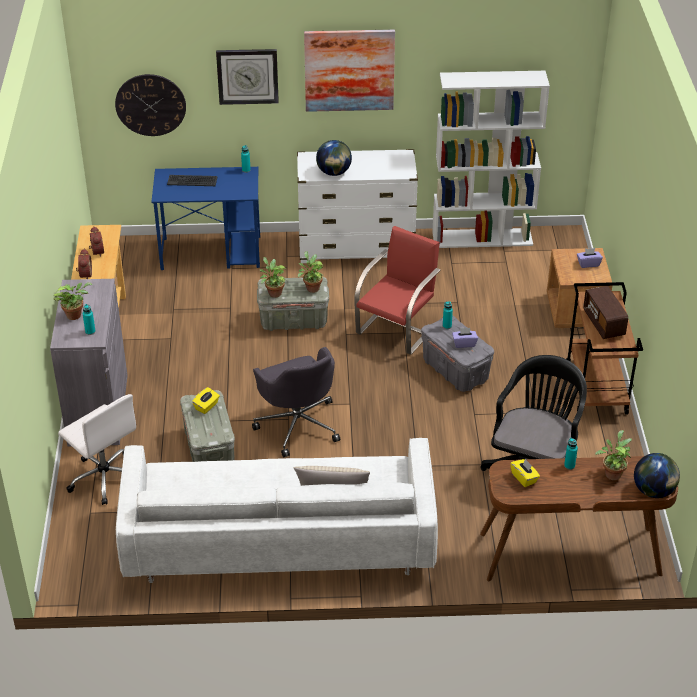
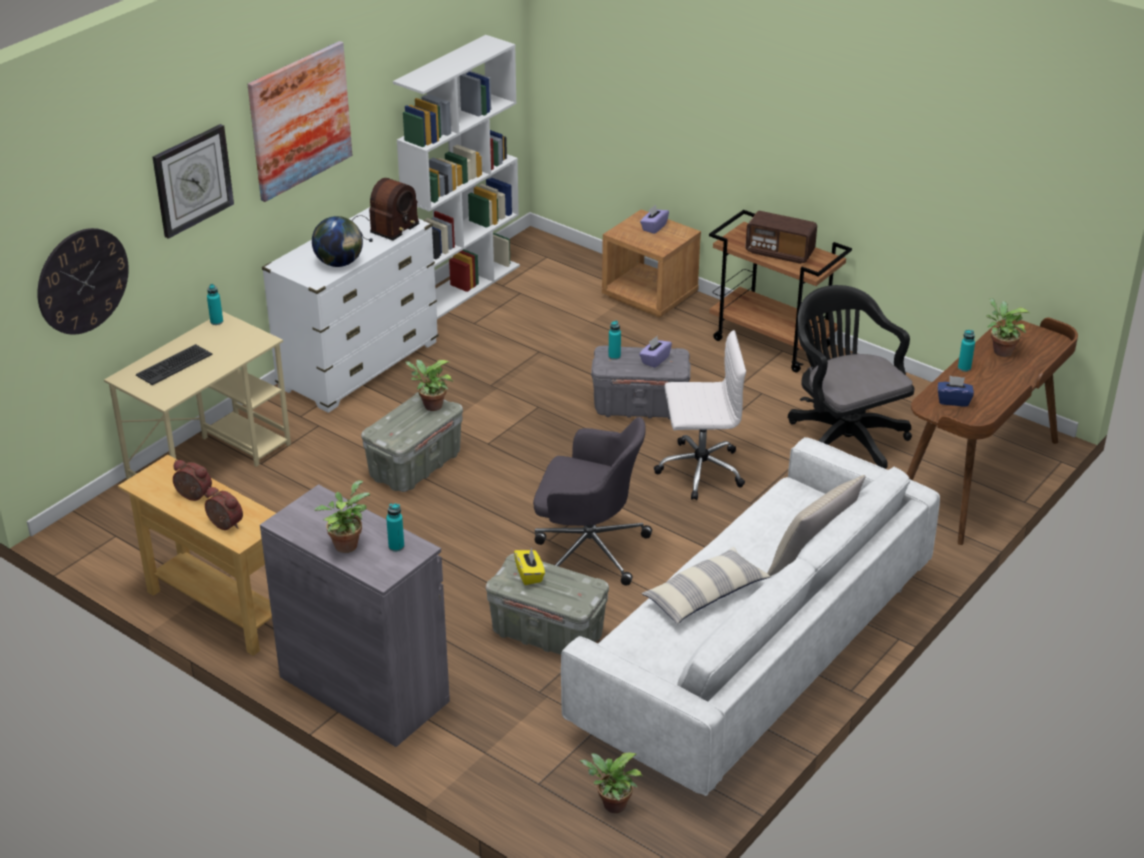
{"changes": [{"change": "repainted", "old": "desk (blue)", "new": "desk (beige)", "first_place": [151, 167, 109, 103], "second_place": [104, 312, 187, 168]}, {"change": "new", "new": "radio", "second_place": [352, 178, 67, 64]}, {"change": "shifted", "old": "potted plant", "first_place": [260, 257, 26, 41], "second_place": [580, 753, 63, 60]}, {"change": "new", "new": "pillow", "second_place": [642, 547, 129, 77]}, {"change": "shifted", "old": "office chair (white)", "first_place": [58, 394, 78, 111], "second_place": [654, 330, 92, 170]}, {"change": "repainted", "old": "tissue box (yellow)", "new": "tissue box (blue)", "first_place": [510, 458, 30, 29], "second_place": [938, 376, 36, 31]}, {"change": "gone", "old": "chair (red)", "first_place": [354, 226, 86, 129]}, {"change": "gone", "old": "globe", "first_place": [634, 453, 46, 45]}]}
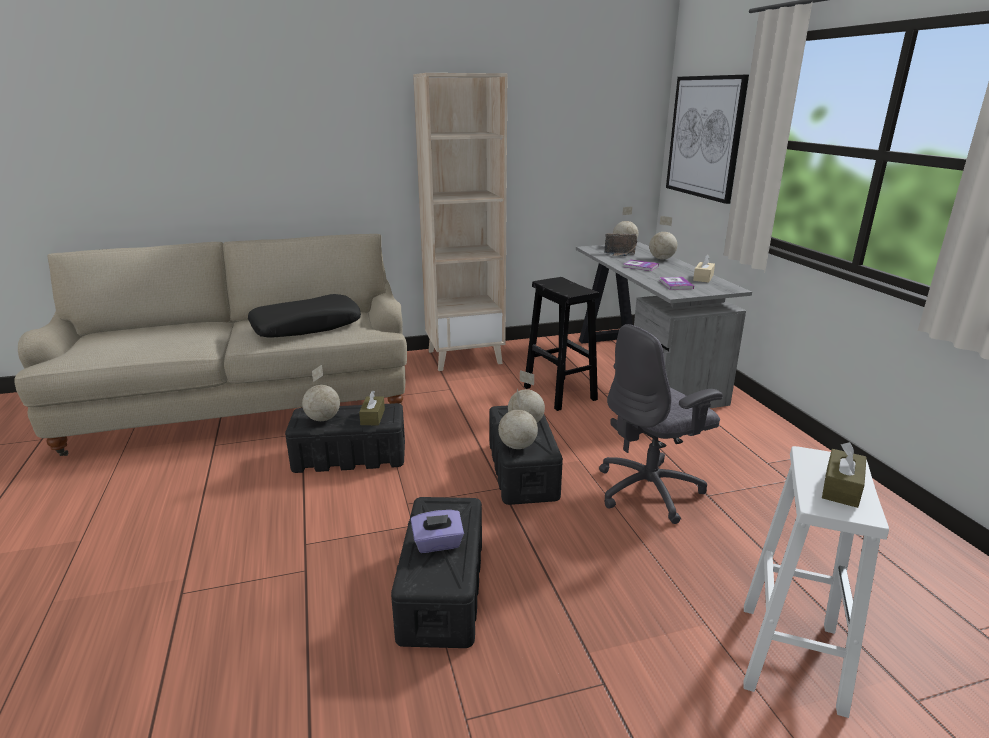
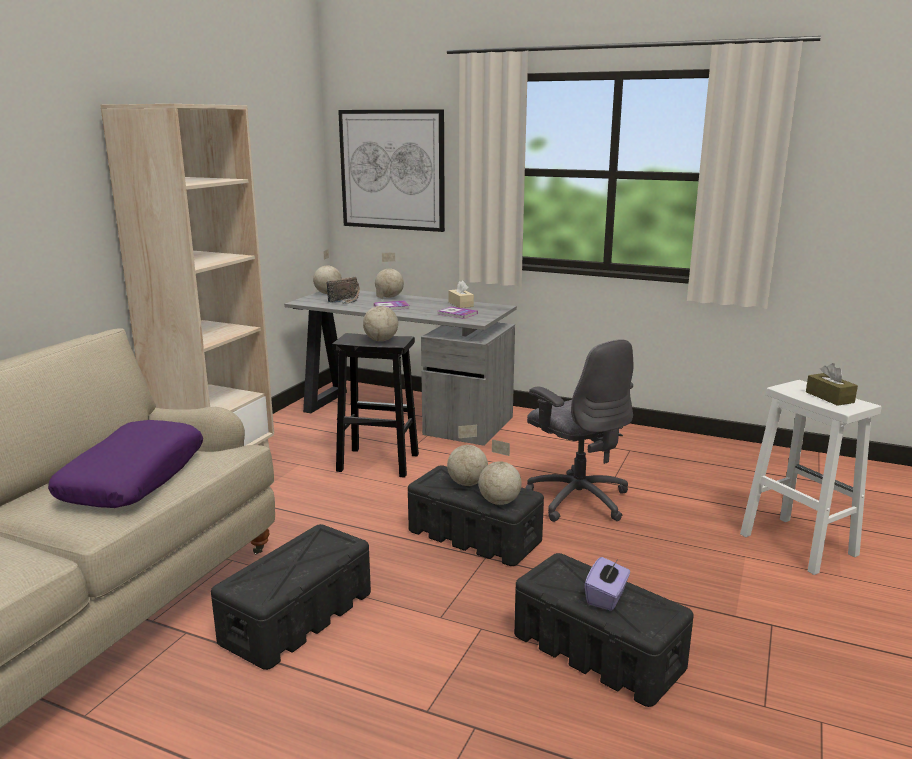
{"changes": [{"change": "repainted", "old": "pillow (black)", "new": "pillow (purple)", "first_place": [248, 294, 113, 44], "second_place": [48, 420, 155, 88]}, {"change": "shifted", "old": "globe", "first_place": [302, 365, 38, 56], "second_place": [363, 286, 35, 55]}, {"change": "rotated", "old": "office chair (grey)", "first_place": [599, 324, 124, 200], "second_place": [525, 339, 108, 183], "degrees": -45}, {"change": "gone", "old": "tissue box (brown)", "first_place": [359, 391, 26, 34]}]}
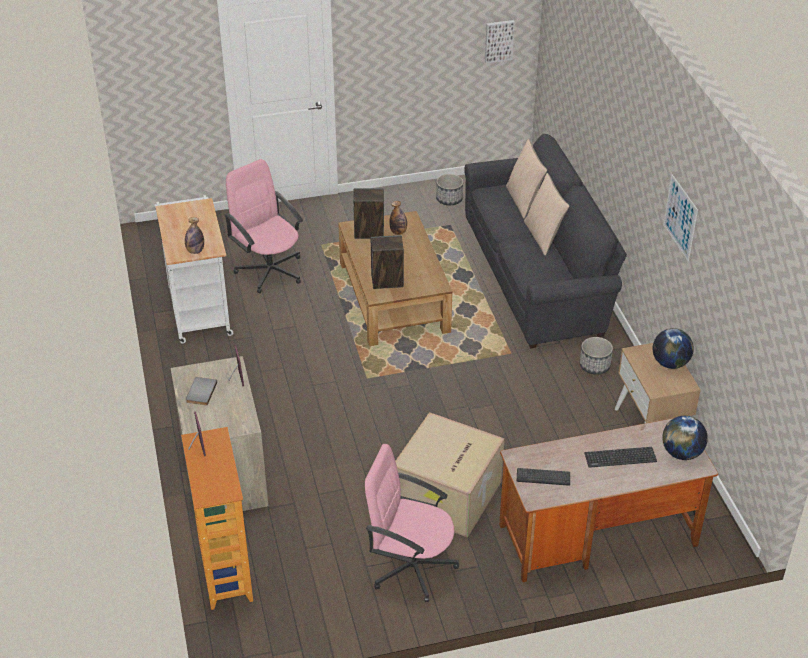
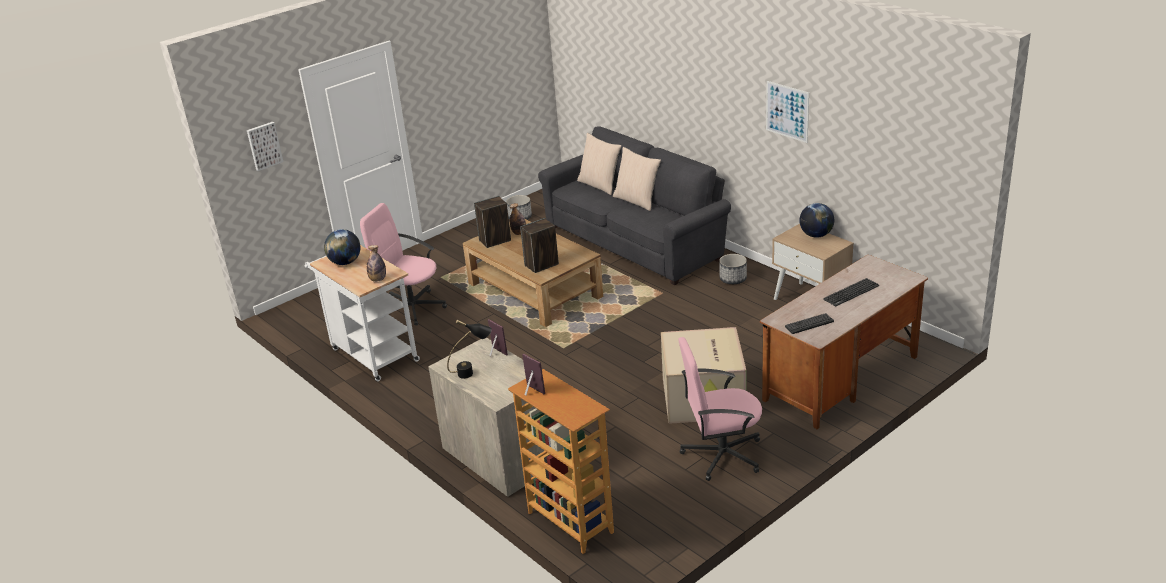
{"changes": [{"change": "shifted", "old": "picture", "first_place": [485, 20, 30, 43], "second_place": [247, 122, 36, 49]}, {"change": "shifted", "old": "globe", "first_place": [662, 416, 46, 44], "second_place": [324, 229, 37, 36]}, {"change": "swapped", "old": "book (grey)", "new": "table lamp (black)", "first_place": [186, 377, 31, 29], "second_place": [447, 320, 45, 59]}]}
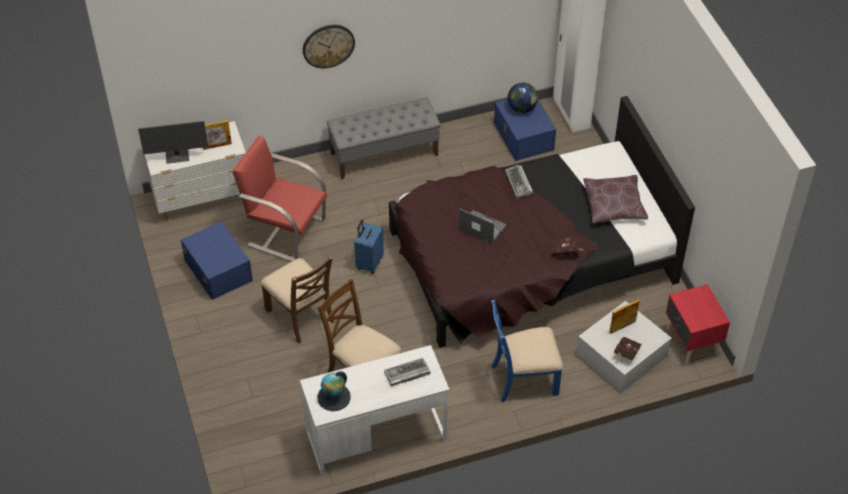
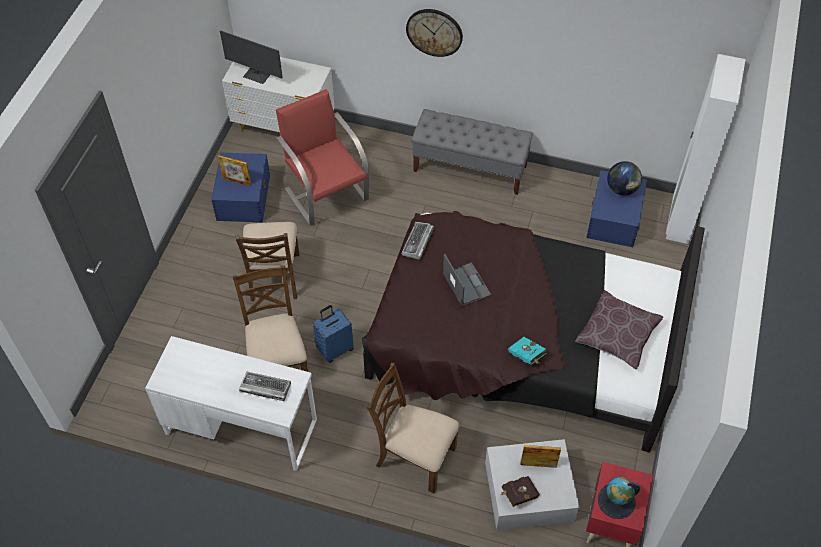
{"changes": [{"change": "shifted", "old": "picture frame", "first_place": [203, 120, 29, 30], "second_place": [218, 155, 33, 31]}, {"change": "shifted", "old": "suitcase (blue)", "first_place": [354, 220, 30, 54], "second_place": [313, 305, 41, 58]}, {"change": "repainted", "old": "chair (blue)", "new": "chair (brown)", "first_place": [491, 299, 72, 103], "second_place": [367, 363, 93, 131]}, {"change": "shifted", "old": "keyboard", "first_place": [505, 165, 28, 33], "second_place": [401, 222, 33, 38]}, {"change": "repainted", "old": "book (red)", "new": "book (turquoise)", "first_place": [552, 237, 33, 19], "second_place": [508, 337, 39, 28]}, {"change": "shifted", "old": "globe", "first_place": [317, 371, 34, 40], "second_place": [598, 477, 42, 42]}]}
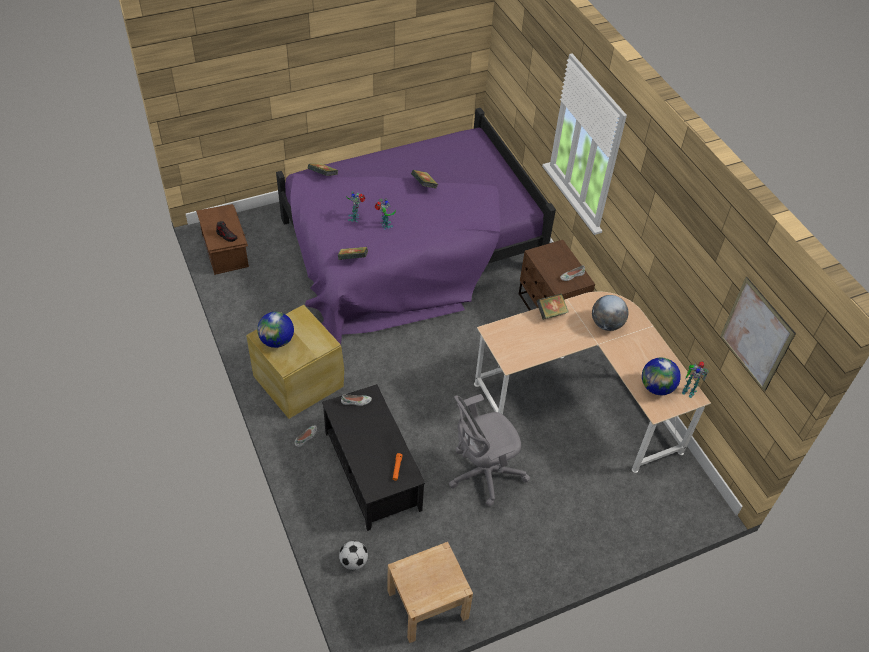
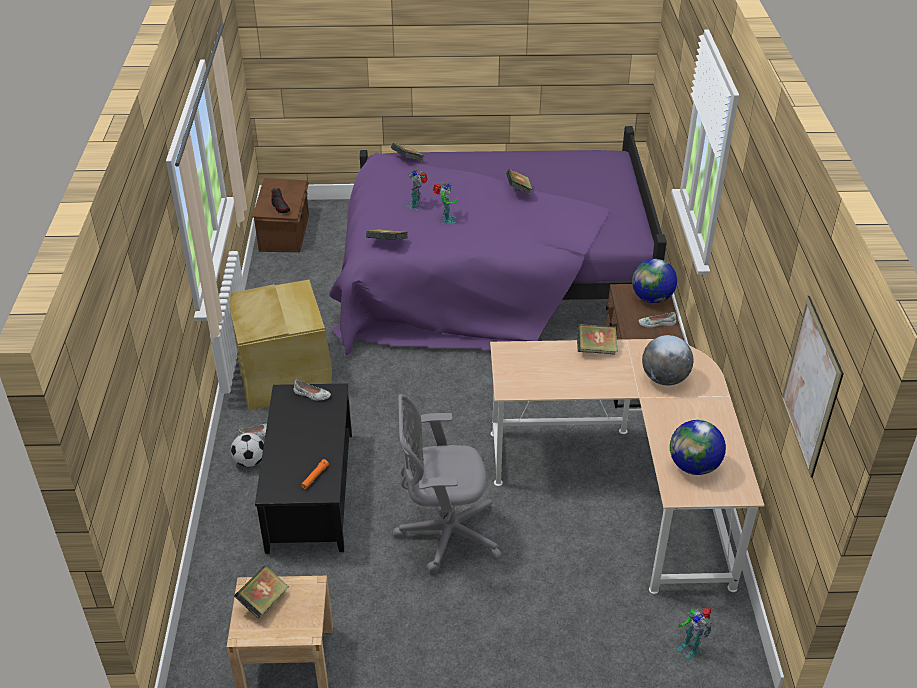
{"changes": [{"change": "shifted", "old": "football", "first_place": [339, 541, 29, 29], "second_place": [231, 433, 33, 34]}, {"change": "new", "new": "book", "second_place": [234, 565, 55, 54]}, {"change": "shifted", "old": "globe", "first_place": [257, 312, 37, 36], "second_place": [632, 259, 45, 44]}, {"change": "shifted", "old": "toy robot", "first_place": [682, 361, 27, 37], "second_place": [678, 608, 35, 51]}]}
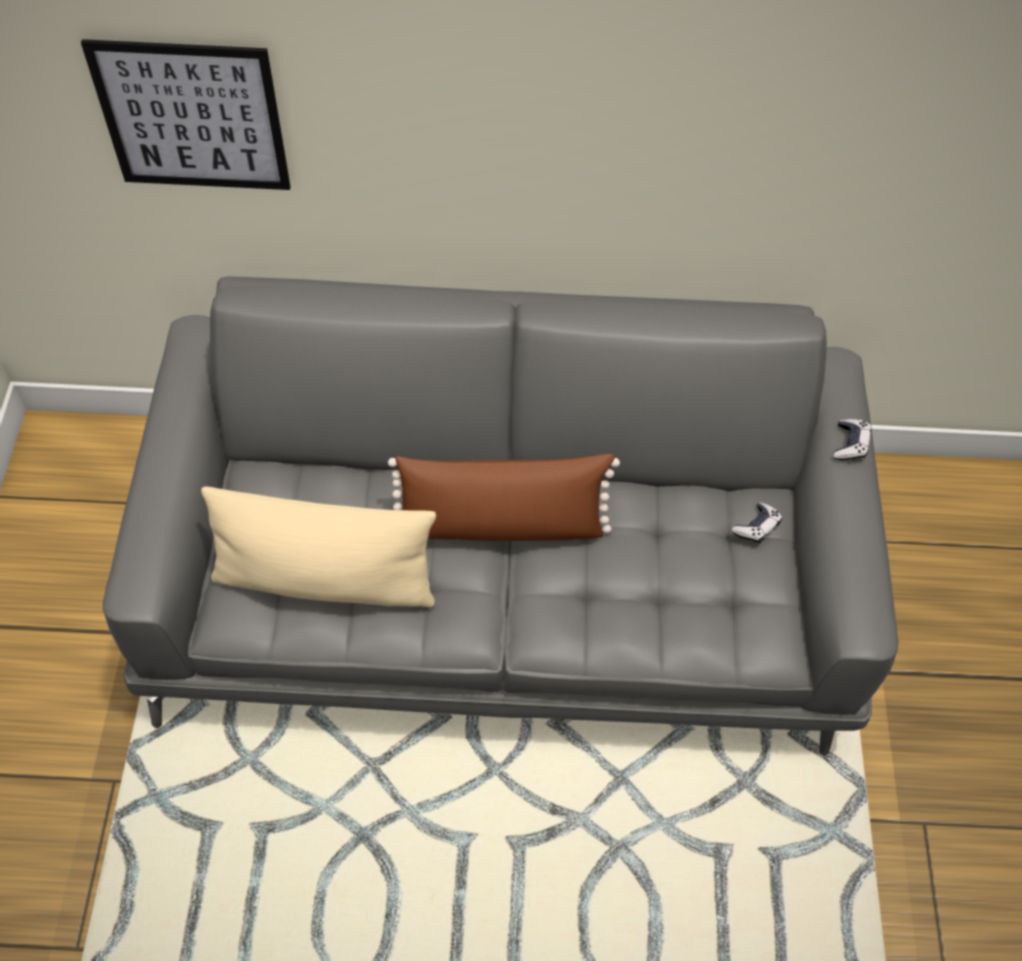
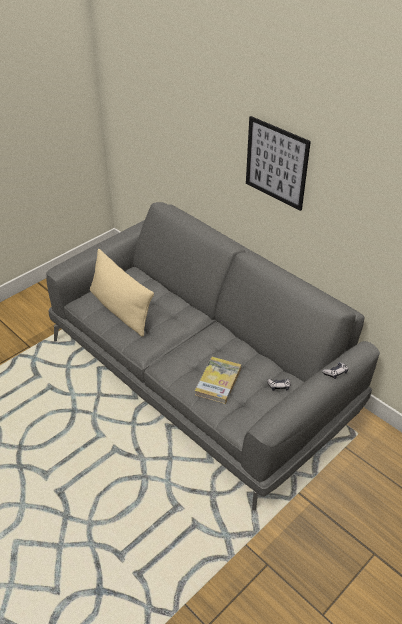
{"changes": [{"change": "new", "new": "book", "second_place": [195, 357, 46, 47]}, {"change": "shifted", "old": "picture", "first_place": [81, 39, 210, 151], "second_place": [246, 116, 65, 95]}, {"change": "gone", "old": "pillow (brown)", "first_place": [388, 454, 232, 87]}]}
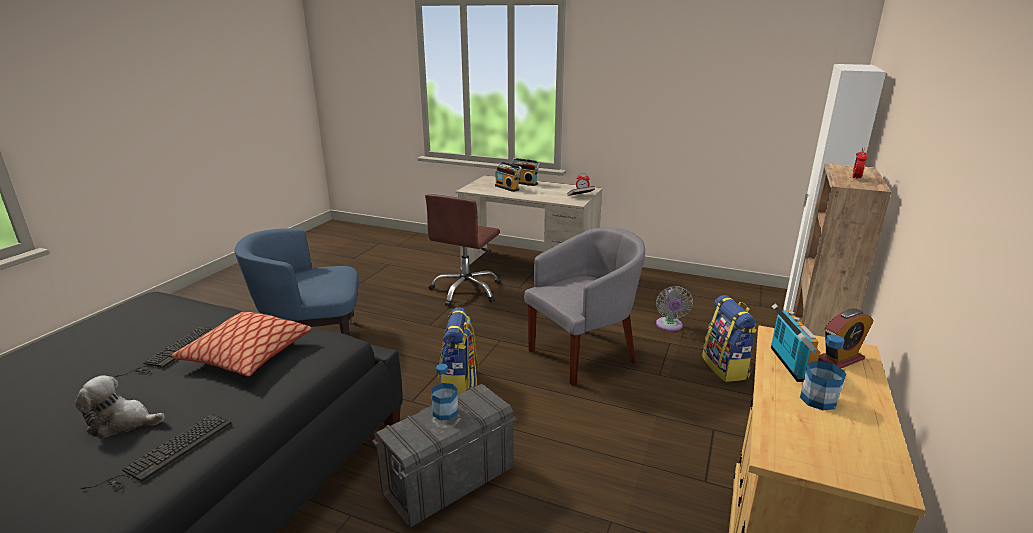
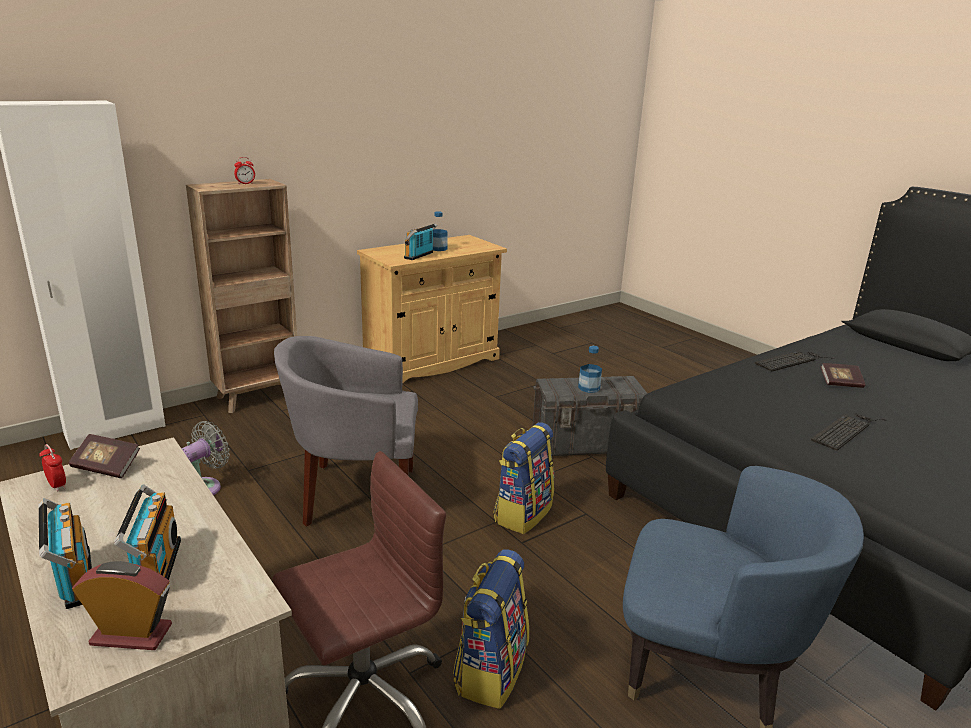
{"changes": [{"change": "shifted", "old": "alarm clock", "first_place": [818, 308, 56, 60], "second_place": [72, 561, 100, 89]}, {"change": "shifted", "old": "backpack", "first_place": [702, 295, 55, 87], "second_place": [453, 549, 76, 160]}, {"change": "swapped", "old": "plush toy", "new": "book", "first_place": [75, 376, 90, 62], "second_place": [820, 363, 45, 25]}, {"change": "gone", "old": "pillow", "first_place": [172, 312, 139, 65]}]}
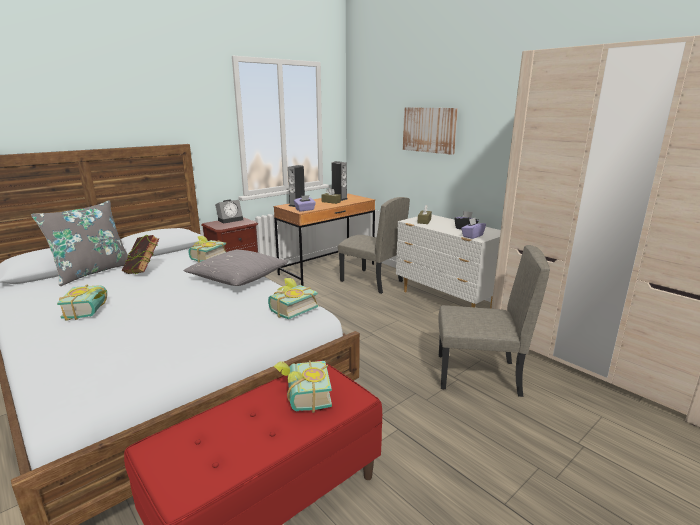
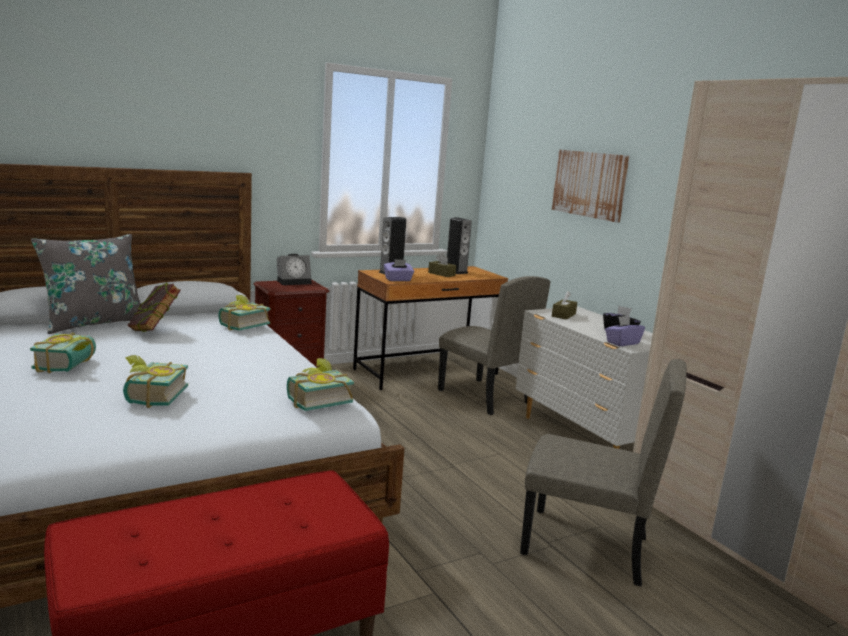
{"changes": [{"change": "shifted", "old": "book", "first_place": [274, 360, 58, 53], "second_place": [123, 355, 65, 53]}, {"change": "gone", "old": "pillow (grey)", "first_place": [184, 250, 104, 36]}]}
